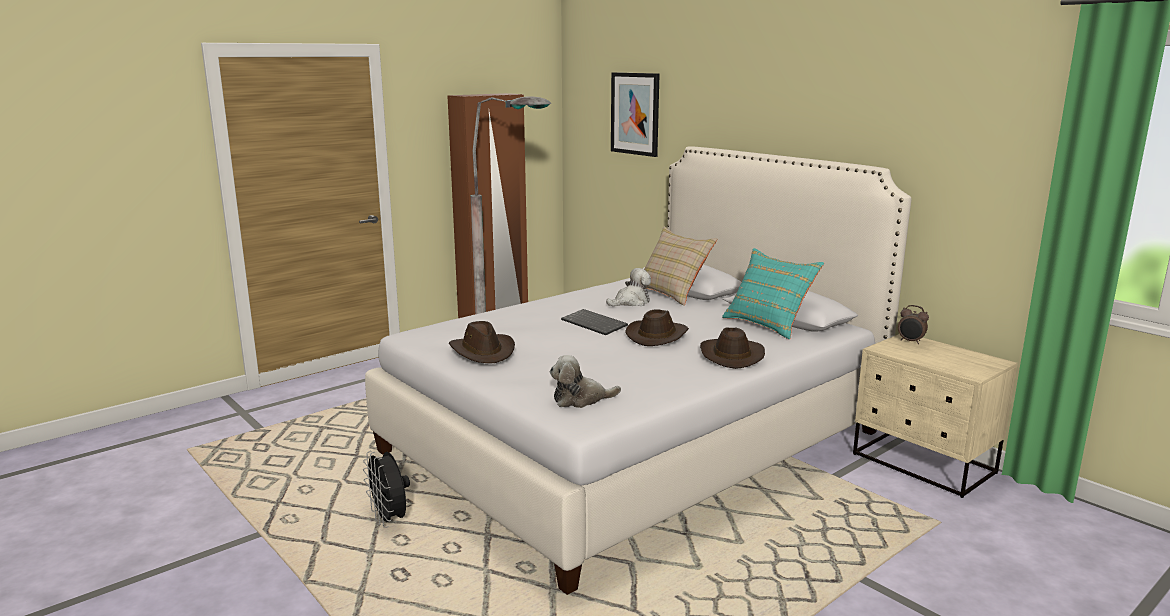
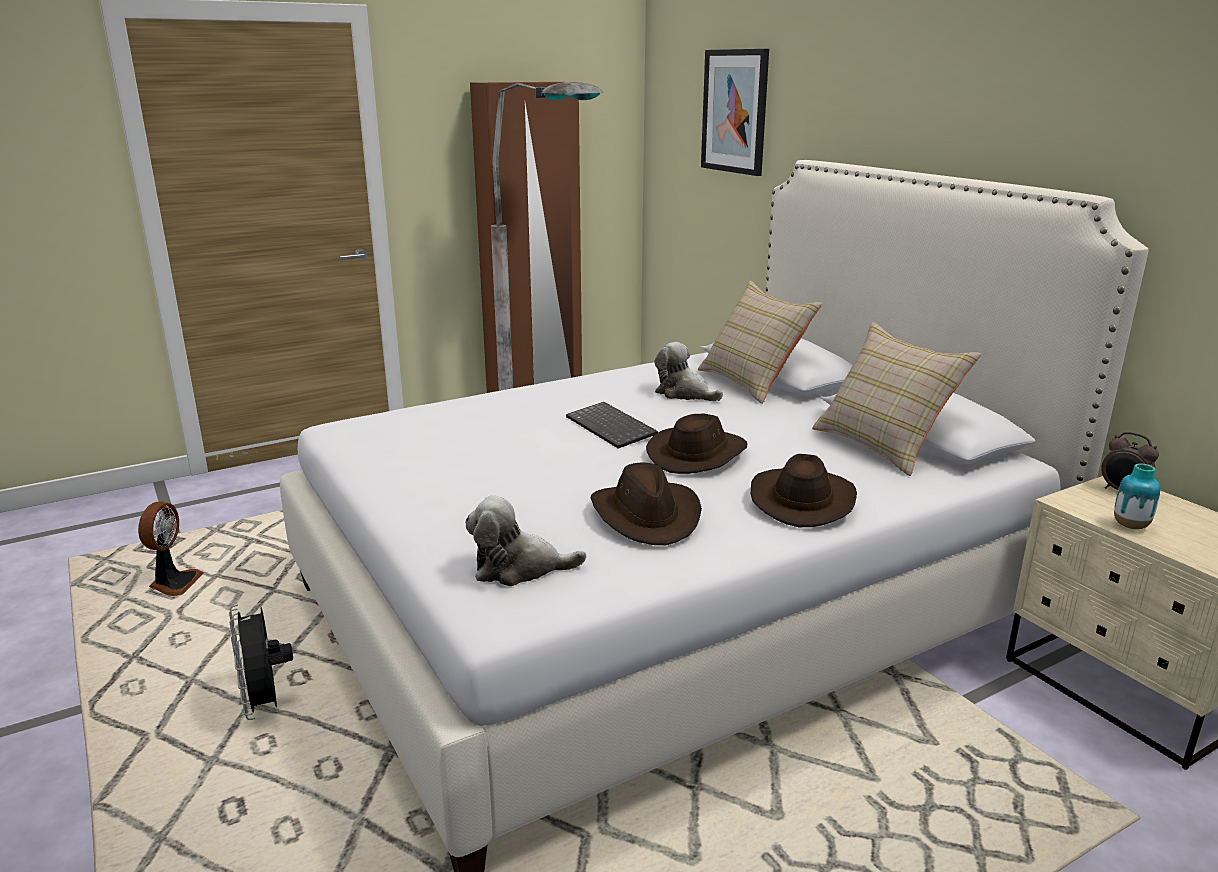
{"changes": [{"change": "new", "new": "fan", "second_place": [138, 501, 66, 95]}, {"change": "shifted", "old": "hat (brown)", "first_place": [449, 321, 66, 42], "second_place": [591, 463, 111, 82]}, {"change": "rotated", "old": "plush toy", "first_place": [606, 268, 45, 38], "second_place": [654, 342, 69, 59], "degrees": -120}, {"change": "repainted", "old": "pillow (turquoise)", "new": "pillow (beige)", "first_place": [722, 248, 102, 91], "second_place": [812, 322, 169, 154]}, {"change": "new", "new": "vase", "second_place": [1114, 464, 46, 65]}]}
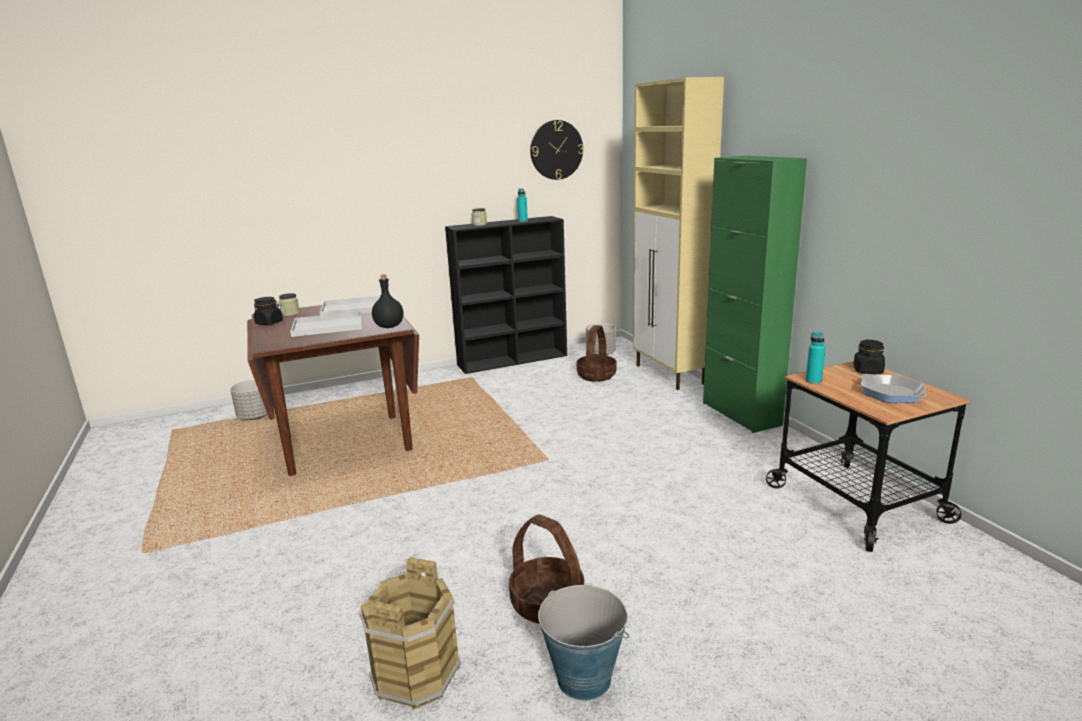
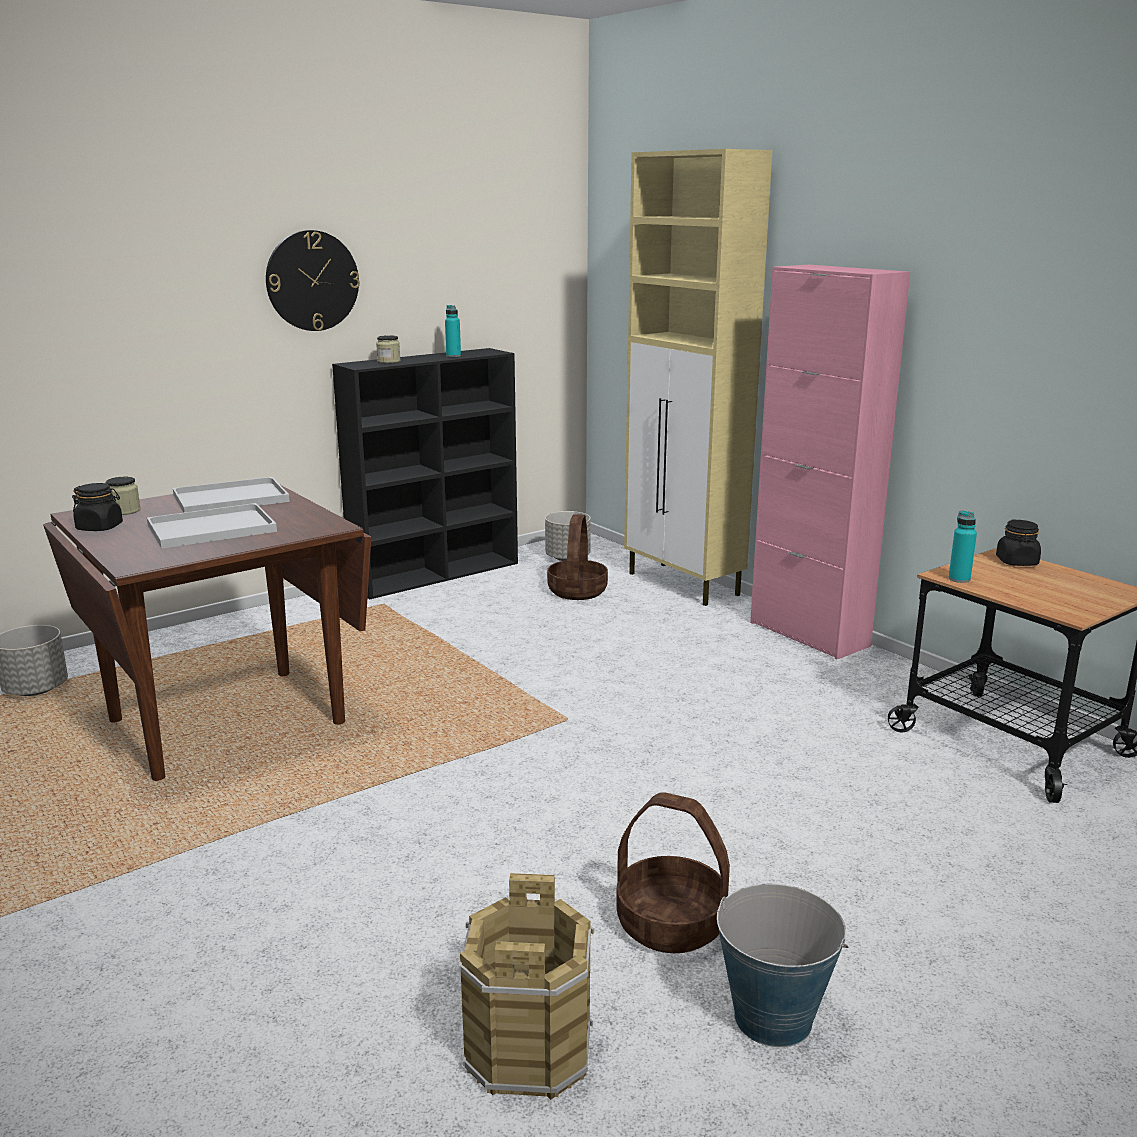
{"changes": [{"change": "shifted", "old": "wall clock", "first_place": [530, 120, 54, 60], "second_place": [266, 230, 94, 101]}, {"change": "repainted", "old": "cabinet (green)", "new": "cabinet (pink)", "first_place": [703, 156, 104, 277], "second_place": [750, 264, 160, 396]}, {"change": "gone", "old": "bottle (black)", "first_place": [372, 274, 32, 54]}, {"change": "gone", "old": "frying pan", "first_place": [860, 374, 67, 29]}]}
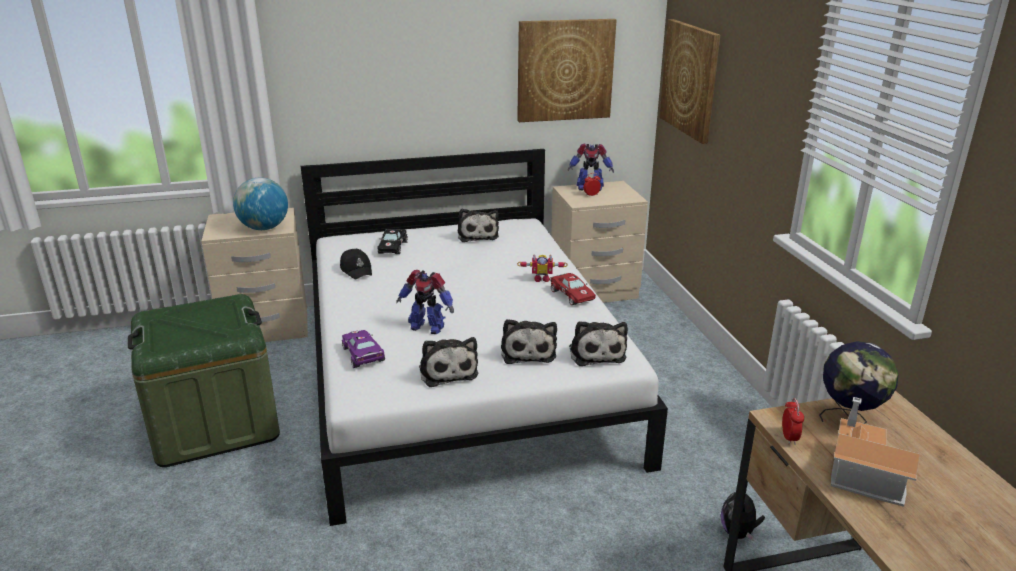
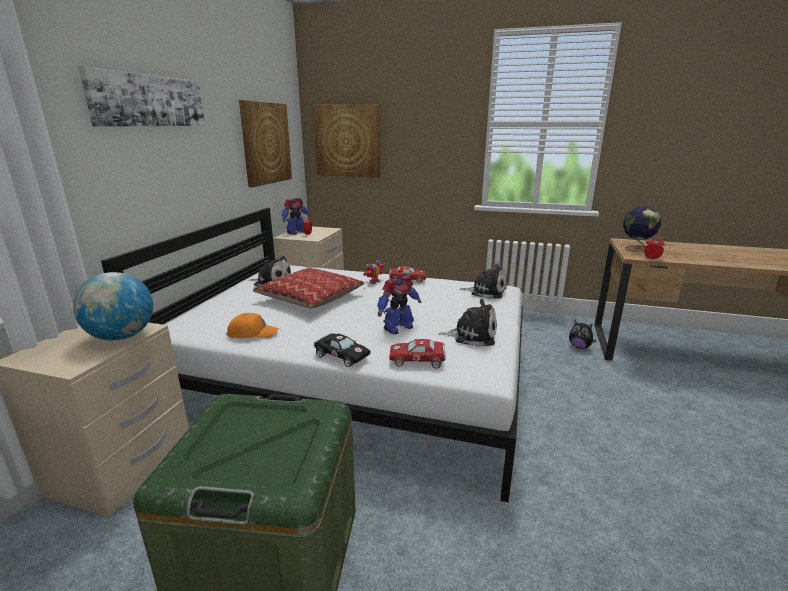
{"changes": [{"change": "new", "new": "picture", "second_place": [79, 66, 126, 61]}, {"change": "repainted", "old": "cap (black)", "new": "cap (orange)", "first_place": [340, 249, 32, 30], "second_place": [227, 313, 52, 25]}, {"change": "new", "new": "pillow", "second_place": [253, 268, 111, 41]}, {"change": "shifted", "old": "toy car (black)", "first_place": [378, 229, 30, 25], "second_place": [314, 333, 56, 34]}, {"change": "repainted", "old": "toy car (purple)", "new": "toy car (red)", "first_place": [342, 330, 43, 38], "second_place": [389, 339, 57, 30]}, {"change": "gone", "old": "plush toy", "first_place": [501, 319, 56, 45]}, {"change": "gone", "old": "toy house", "first_place": [831, 397, 89, 110]}]}
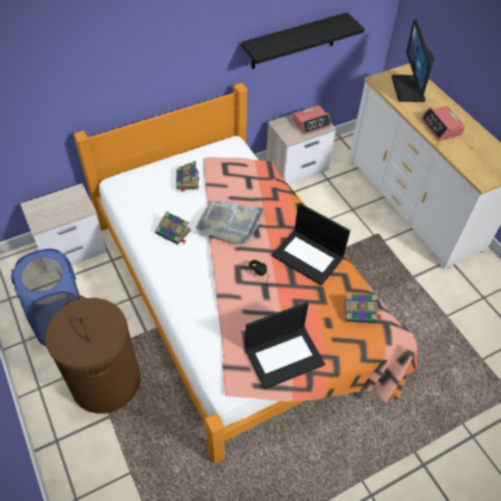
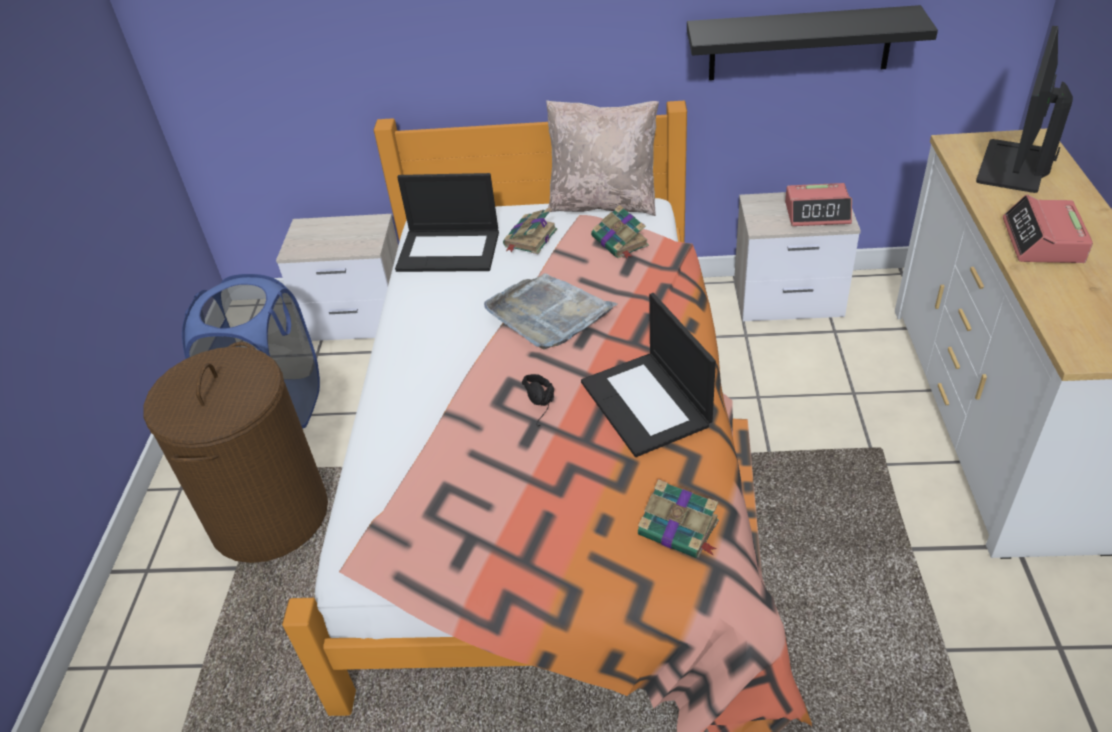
{"changes": [{"change": "shifted", "old": "laptop", "first_place": [245, 302, 80, 88], "second_place": [395, 173, 104, 99]}, {"change": "new", "new": "pillow (beige)", "second_place": [546, 100, 113, 116]}, {"change": "shifted", "old": "book", "first_place": [155, 211, 36, 34], "second_place": [591, 205, 58, 54]}]}
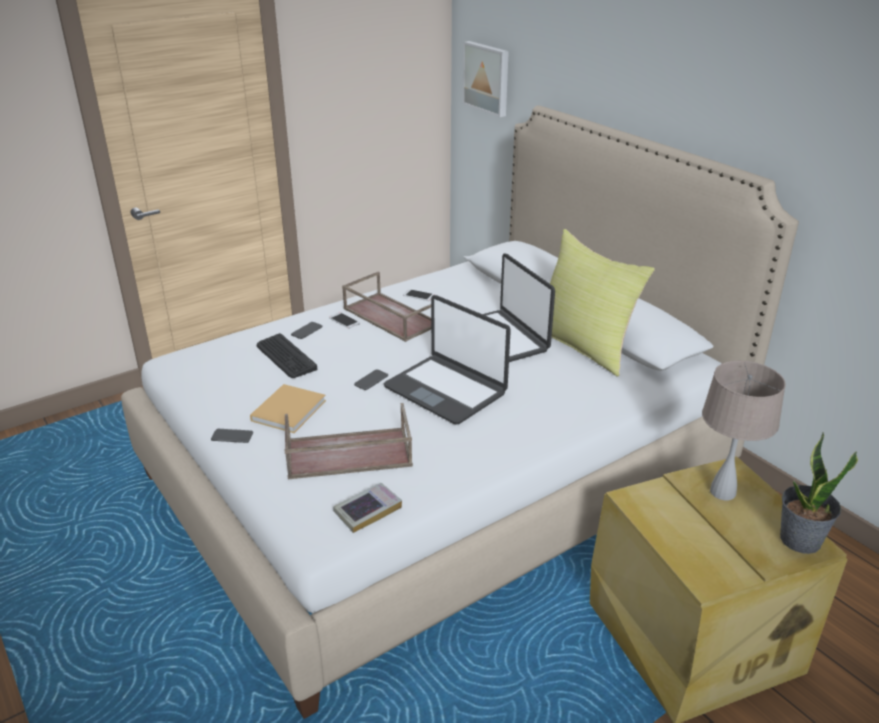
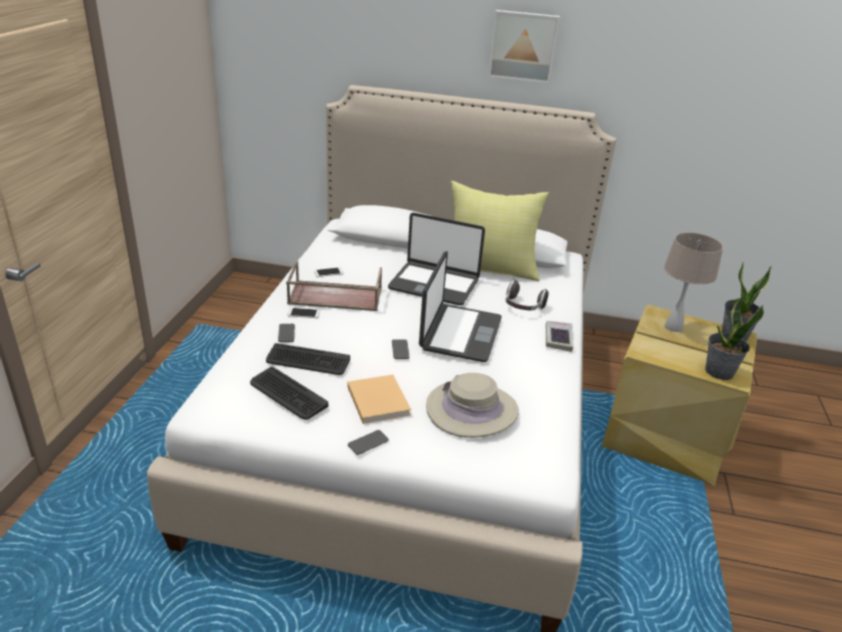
{"changes": [{"change": "new", "new": "keyboard", "second_place": [250, 367, 78, 53]}, {"change": "rotated", "old": "laptop", "first_place": [384, 295, 127, 129], "second_place": [419, 251, 83, 111], "degrees": -75}, {"change": "swapped", "old": "tray (brown)", "new": "hat (beige)", "first_place": [285, 403, 128, 76], "second_place": [426, 373, 93, 65]}, {"change": "shifted", "old": "picture", "first_place": [462, 41, 47, 76], "second_place": [488, 10, 72, 74]}, {"change": "new", "new": "headphones", "second_place": [505, 281, 44, 30]}, {"change": "shifted", "old": "book", "first_place": [333, 483, 69, 50], "second_place": [546, 321, 27, 31]}, {"change": "new", "new": "potted plant", "second_place": [705, 294, 59, 86]}]}
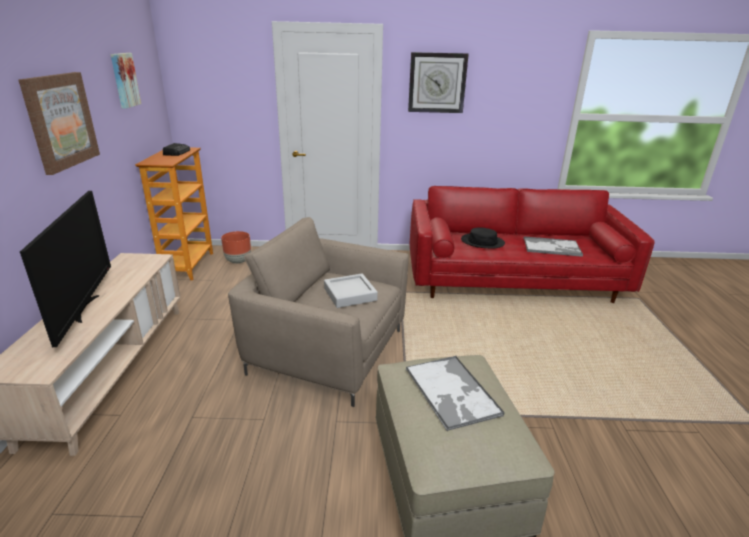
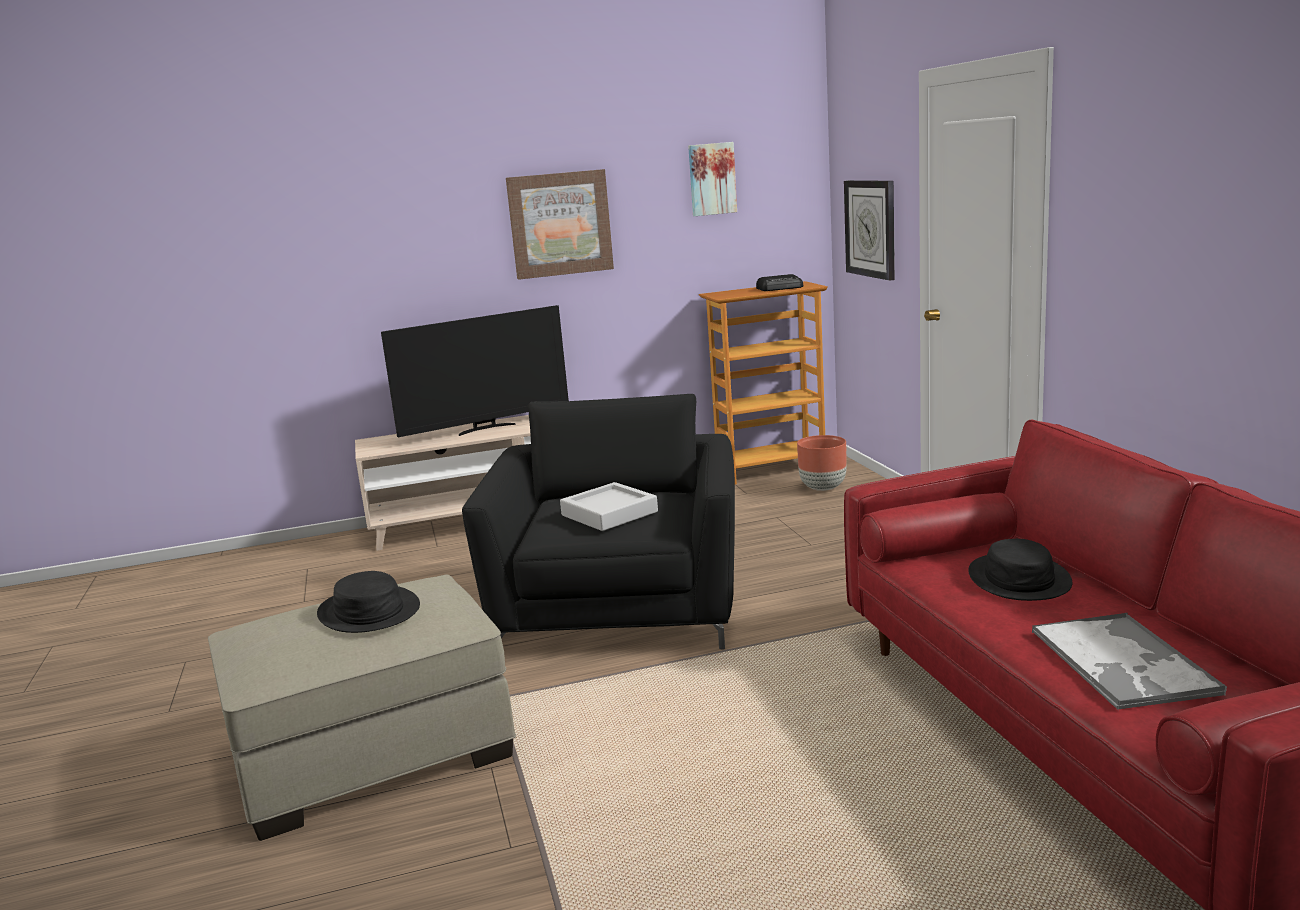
{"changes": [{"change": "swapped", "old": "tray", "new": "hat (black)", "first_place": [406, 356, 99, 75], "second_place": [317, 571, 103, 62]}, {"change": "repainted", "old": "armchair (beige)", "new": "armchair (black)", "first_place": [228, 217, 181, 190], "second_place": [462, 394, 273, 256]}, {"change": "shifted", "old": "wall clock", "first_place": [408, 52, 61, 61], "second_place": [844, 180, 51, 101]}]}
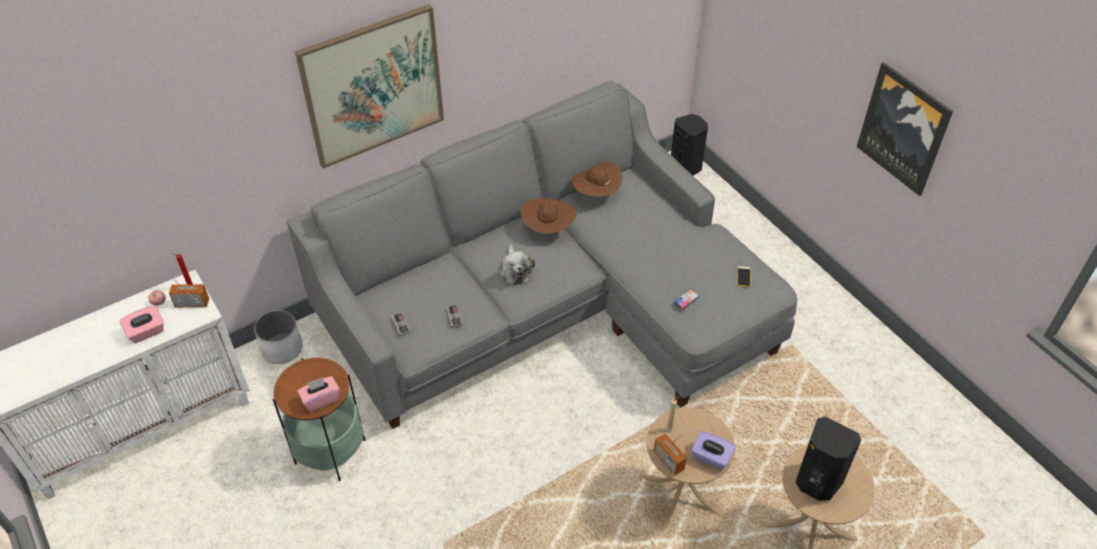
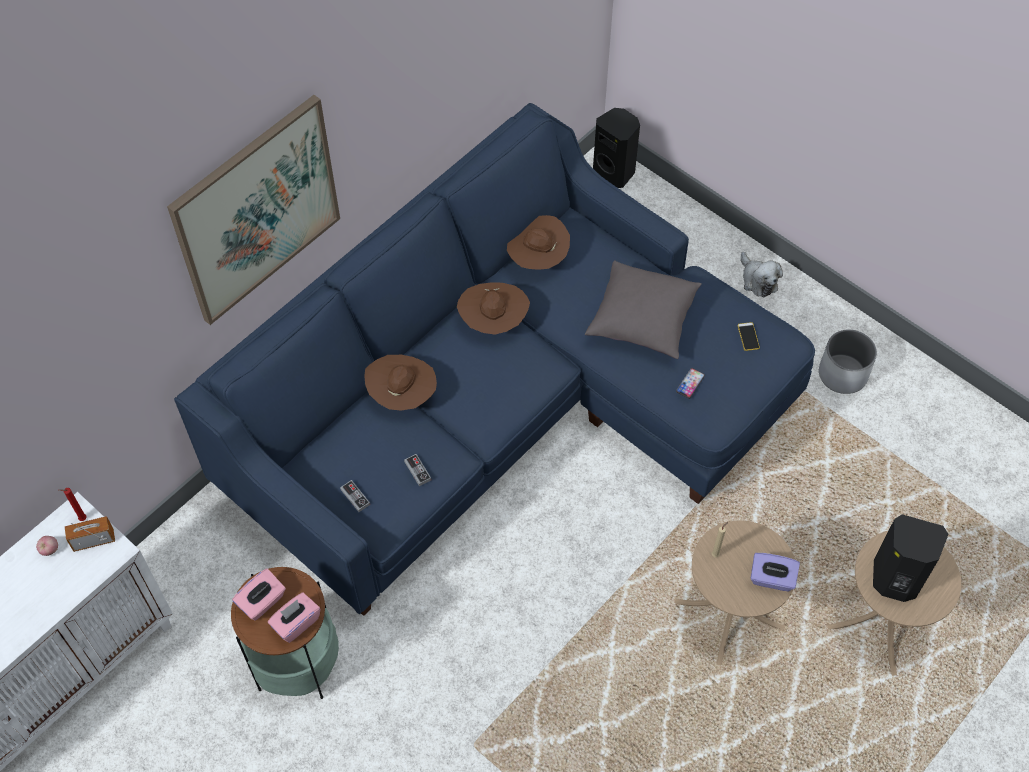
{"changes": [{"change": "repainted", "old": "sofa (grey)", "new": "sofa (blue)", "first_place": [287, 80, 510, 349], "second_place": [174, 103, 641, 513]}, {"change": "shifted", "old": "tissue box (pink)", "first_place": [120, 306, 44, 37], "second_place": [232, 568, 54, 53]}, {"change": "new", "new": "hat (brown)", "second_place": [364, 355, 73, 55]}, {"change": "new", "new": "pillow (grey)", "second_place": [585, 260, 117, 99]}, {"change": "shifted", "old": "plush toy", "first_place": [500, 244, 35, 41], "second_place": [741, 252, 42, 46]}, {"change": "shifted", "old": "planter (white)", "first_place": [254, 310, 49, 54], "second_place": [819, 329, 58, 65]}, {"change": "gone", "old": "radio", "first_place": [654, 433, 33, 42]}, {"change": "gone", "old": "picture", "first_place": [857, 62, 96, 134]}]}
